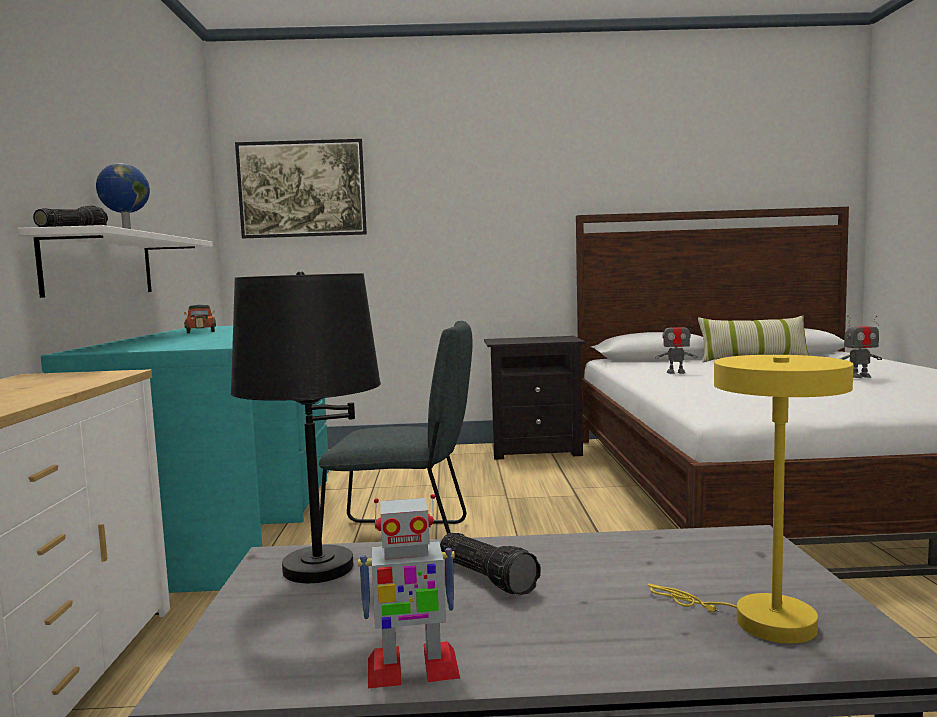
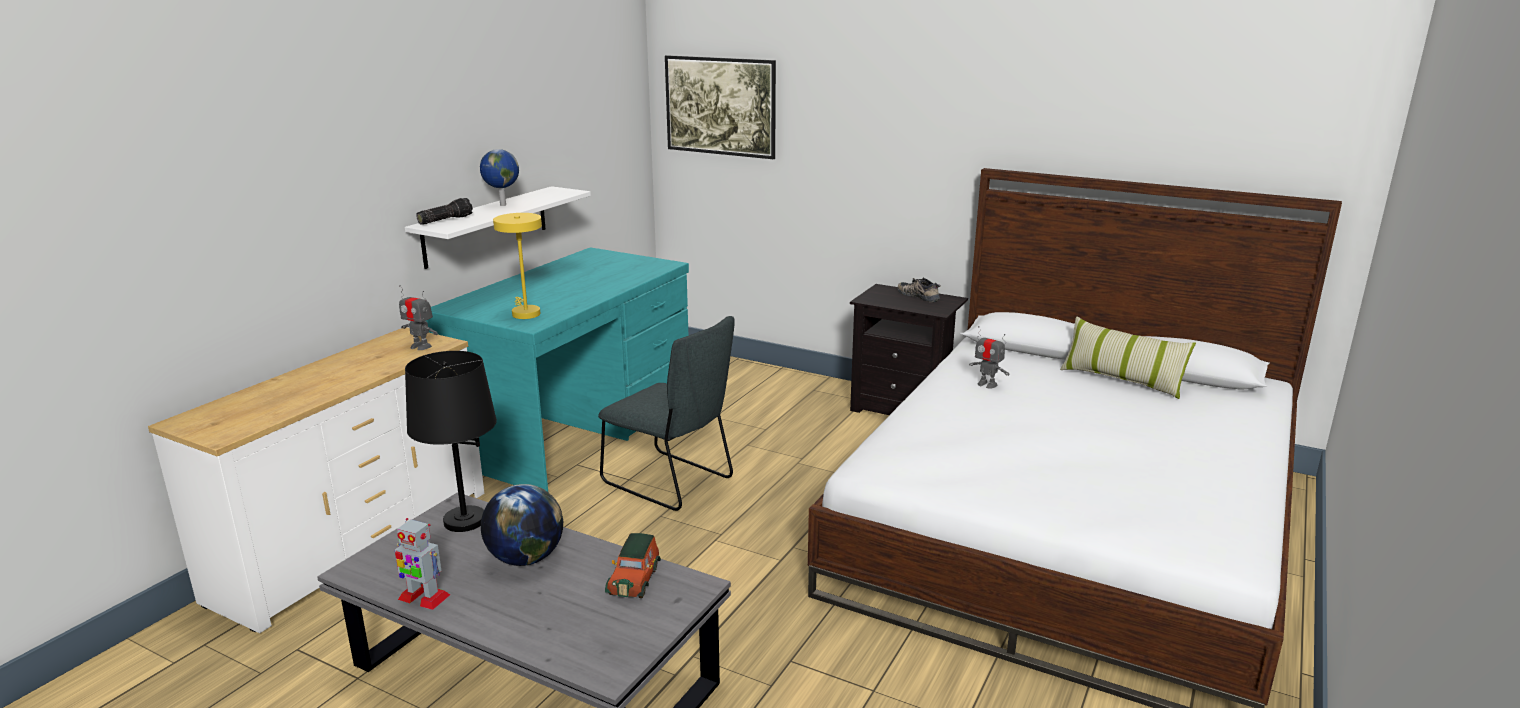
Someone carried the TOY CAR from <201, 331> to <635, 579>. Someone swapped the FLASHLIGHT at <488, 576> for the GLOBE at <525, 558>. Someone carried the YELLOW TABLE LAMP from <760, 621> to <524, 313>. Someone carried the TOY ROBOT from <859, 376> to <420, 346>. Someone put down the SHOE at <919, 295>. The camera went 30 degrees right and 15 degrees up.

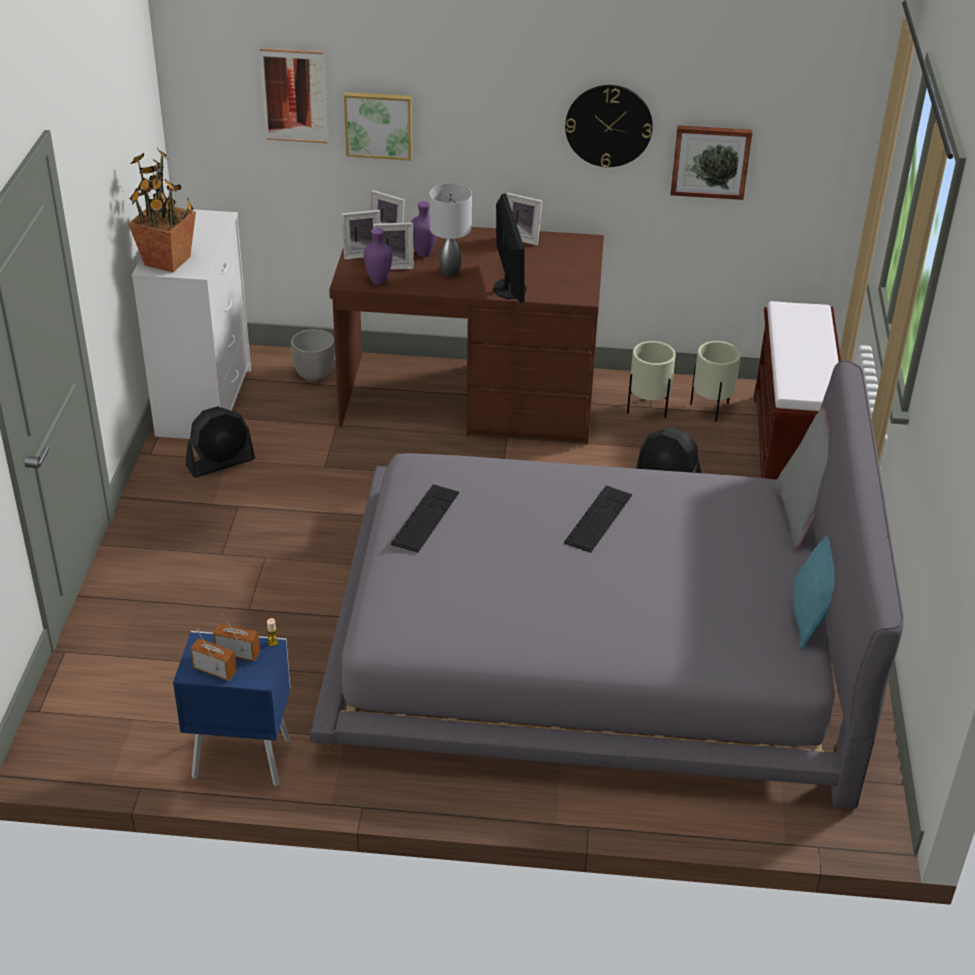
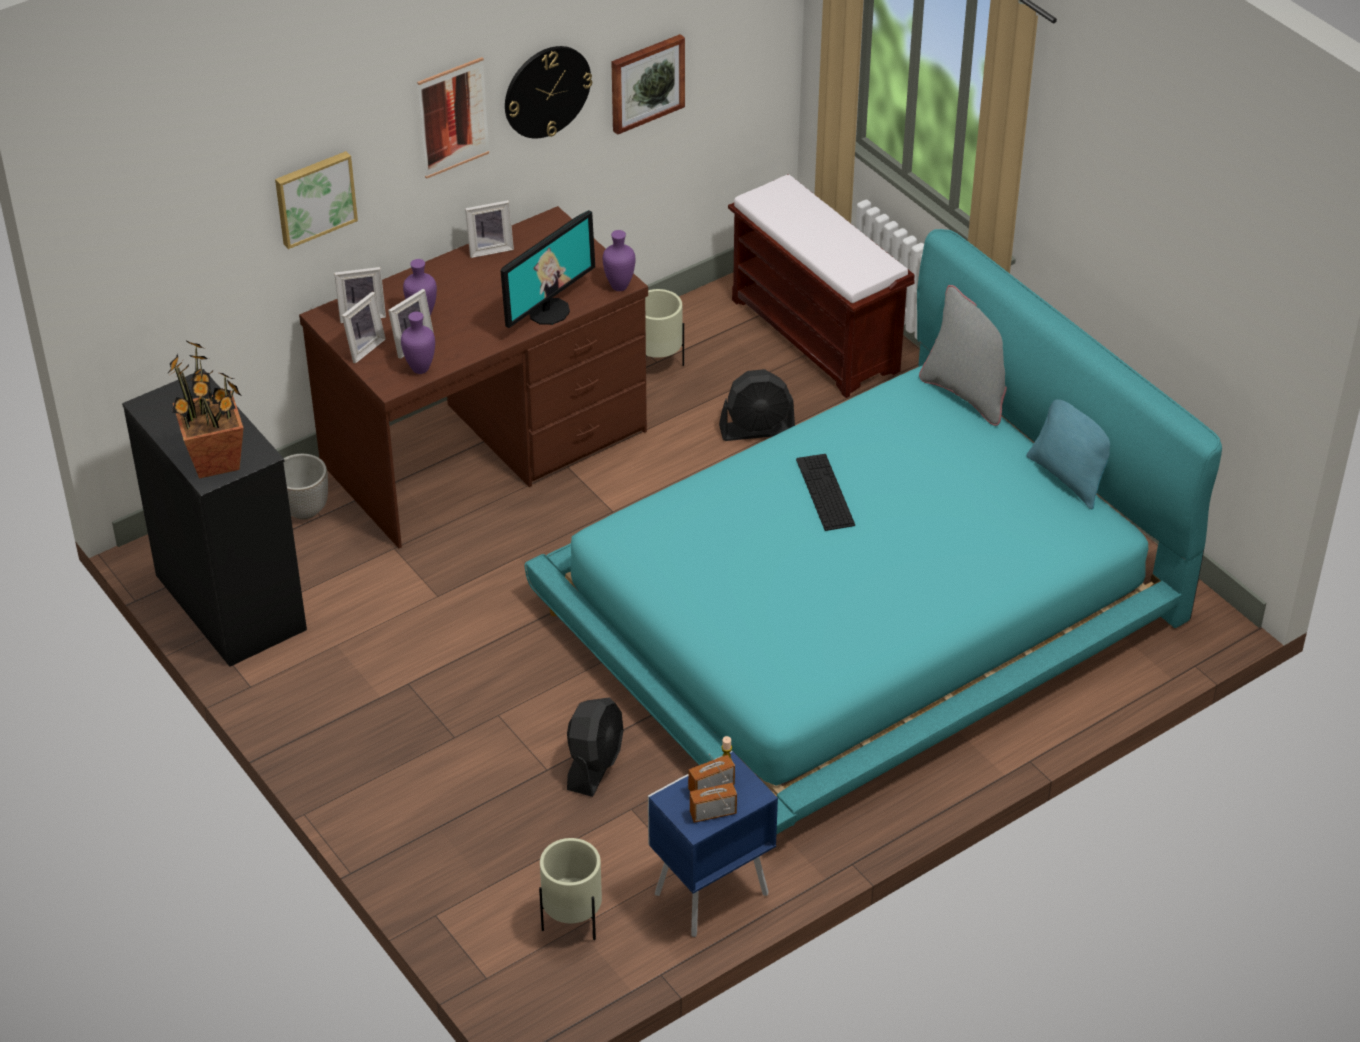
Someone repainted the WHITE DRESSER at <204, 401>, which became the BLACK DRESSER at <229, 601>. Someone carried the BLACK FAN from <221, 463> to <595, 764>. Someone carried the PICTURE from <294, 96> to <453, 117>. Someone repainted the GREY BED at <596, 640>, which became the TURQUOISE BED at <862, 608>. Someone took away the KEYBOARD at <425, 518>. Someone took away the GREY TABLE LAMP at <449, 271>. Someone rotated the MONITOR at <508, 289> by 90 degrees clockwise. Someone carried the BEIGE PLANTER from <711, 410> to <573, 923>. Someone put down the PURPLE VASE at <619, 287>. The camera went 40 degrees left and 5 degrees up.

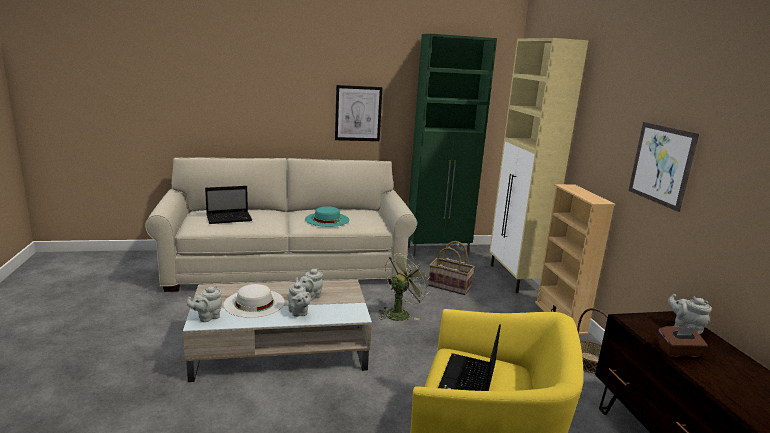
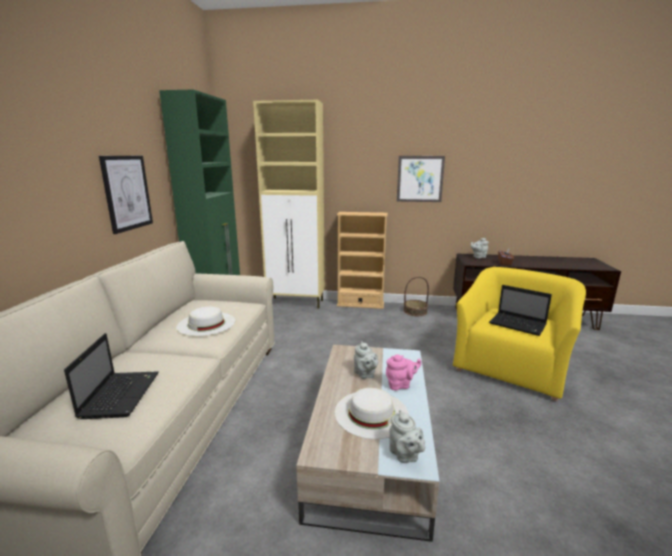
Someone repainted the GREY TEAPOT at <298, 313>, which became the PINK TEAPOT at <400, 385>. Someone repainted the TURQUOISE HAT at <327, 219>, which became the WHITE HAT at <206, 323>. Someone took away the GREEN FAN at <400, 313>. Someone took away the BASKET at <450, 286>. The camera went 70 degrees left and 0 degrees up.

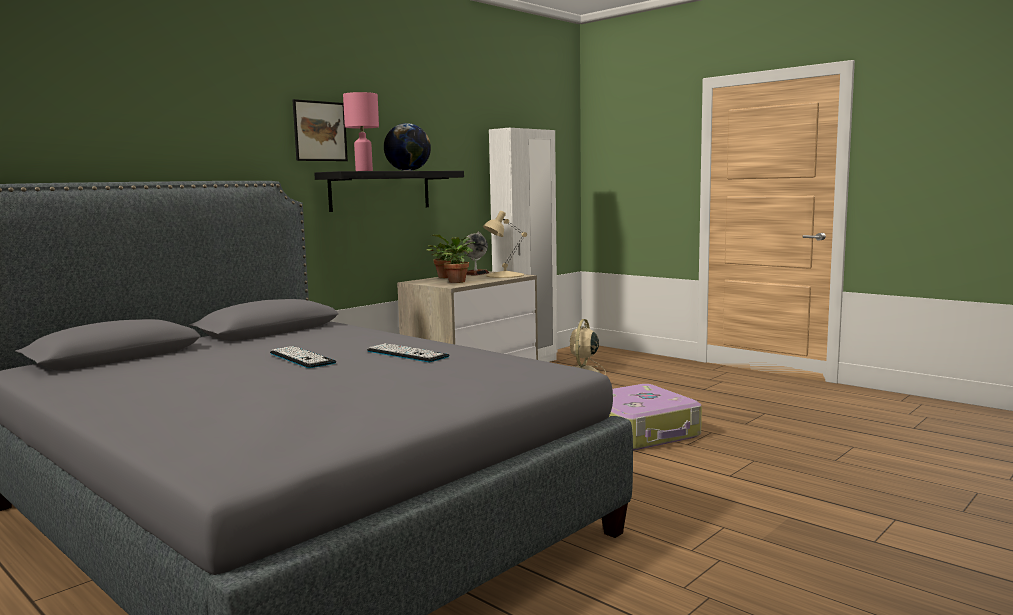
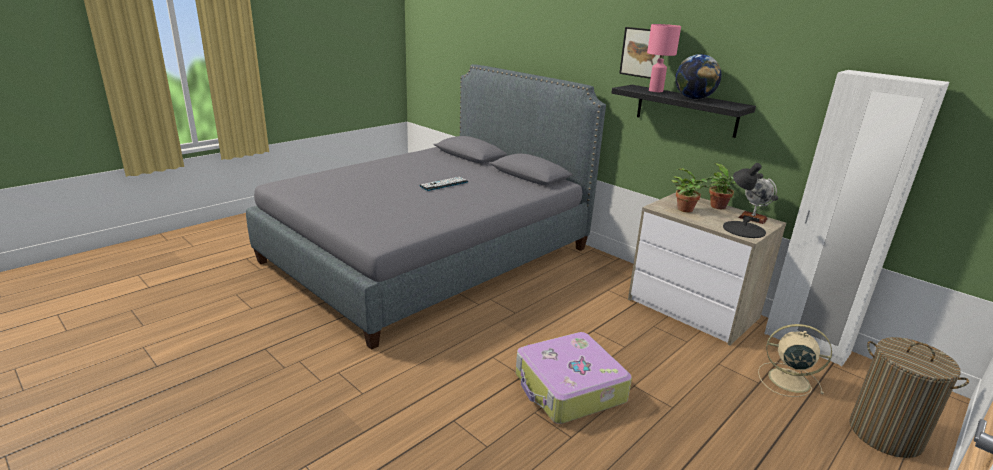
Someone took away the KEYBOARD at <407, 354>. Someone repainted the BEIGE TABLE LAMP at <504, 275>, which became the BLACK TABLE LAMP at <743, 229>. Someone put down the LAUNDRY BASKET at <885, 434>. The camera went 90 degrees right and 15 degrees up.

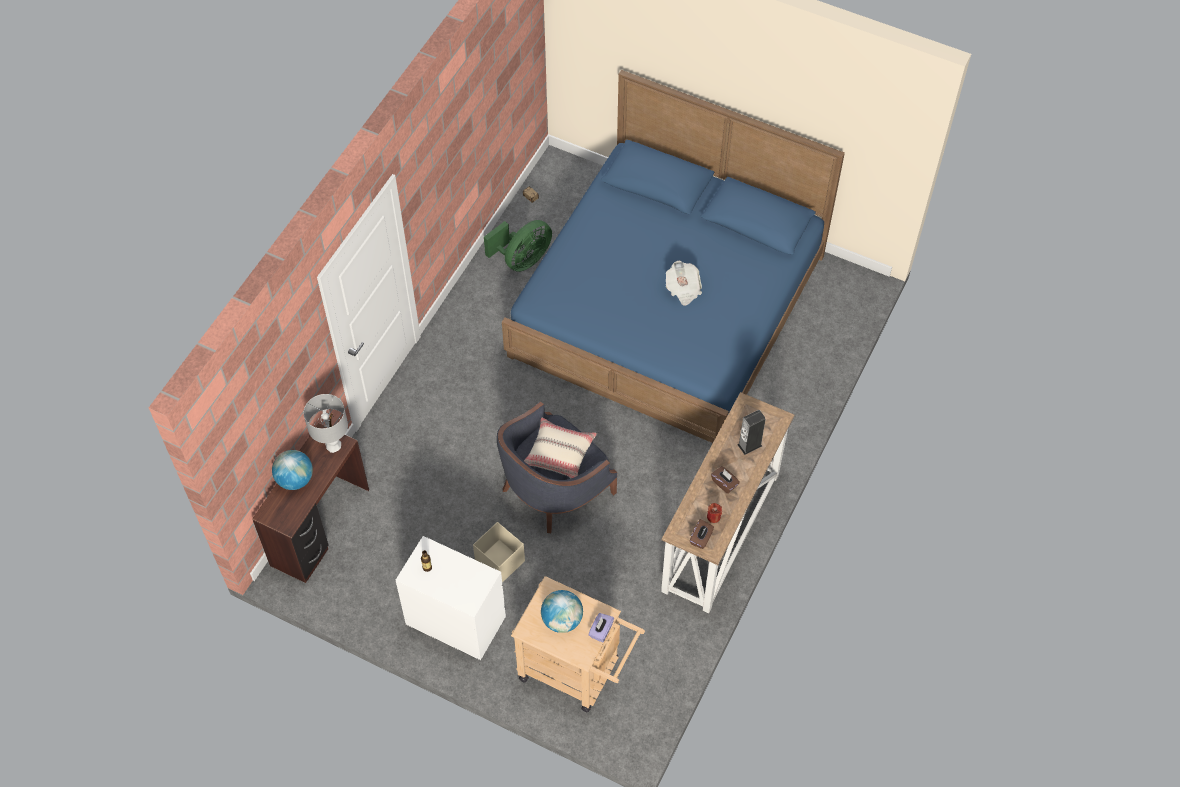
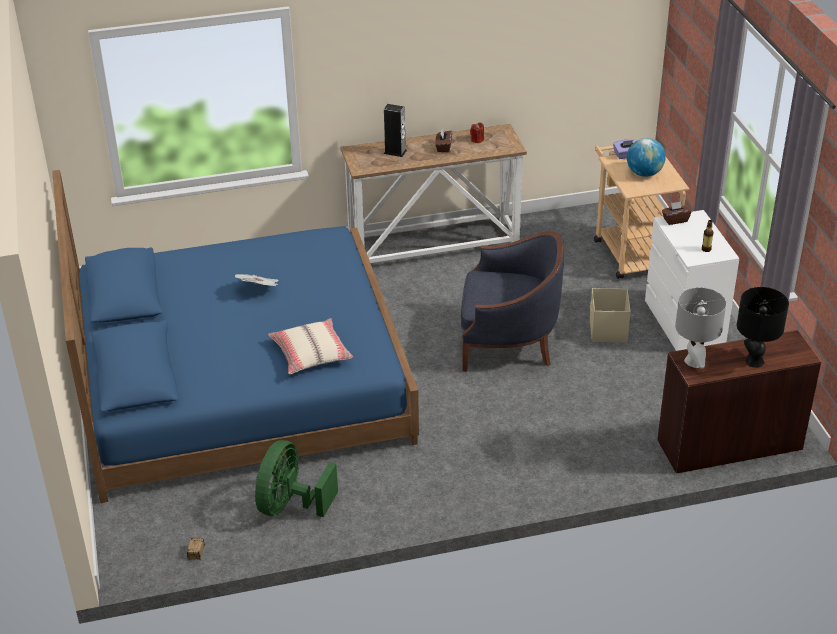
Someone swapped the GLOBE at <295, 479> for the BLACK TABLE LAMP at <754, 361>. Someone rotated the GREEN FAN at <522, 260> by 75 degrees counterclockwise. Someone carried the BEIGE PILLOW from <559, 453> to <310, 353>. Someone carried the BROWN TISSUE BOX from <701, 538> to <675, 220>. The camera went 130 degrees left and 20 degrees down.

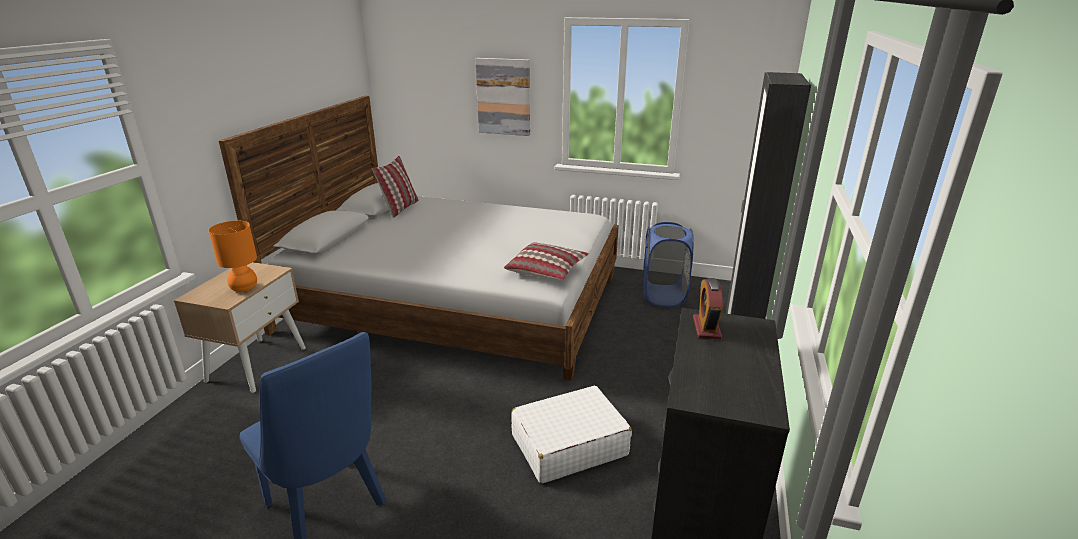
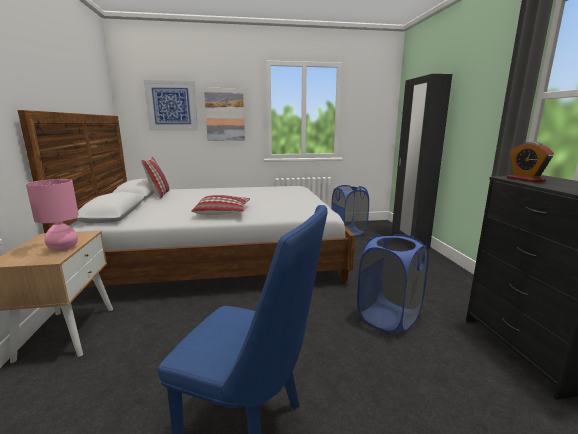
Someone repainted the ORANGE TABLE LAMP at <244, 288>, which became the PINK TABLE LAMP at <63, 248>. Someone carried the PILLOW from <547, 270> to <223, 212>. Someone swapped the WHITE SUITCASE at <568, 445> for the BLUE LAUNDRY BASKET at <389, 317>. Someone put up the PICTURE at <171, 106>. The camera went 25 degrees left and 10 degrees down.

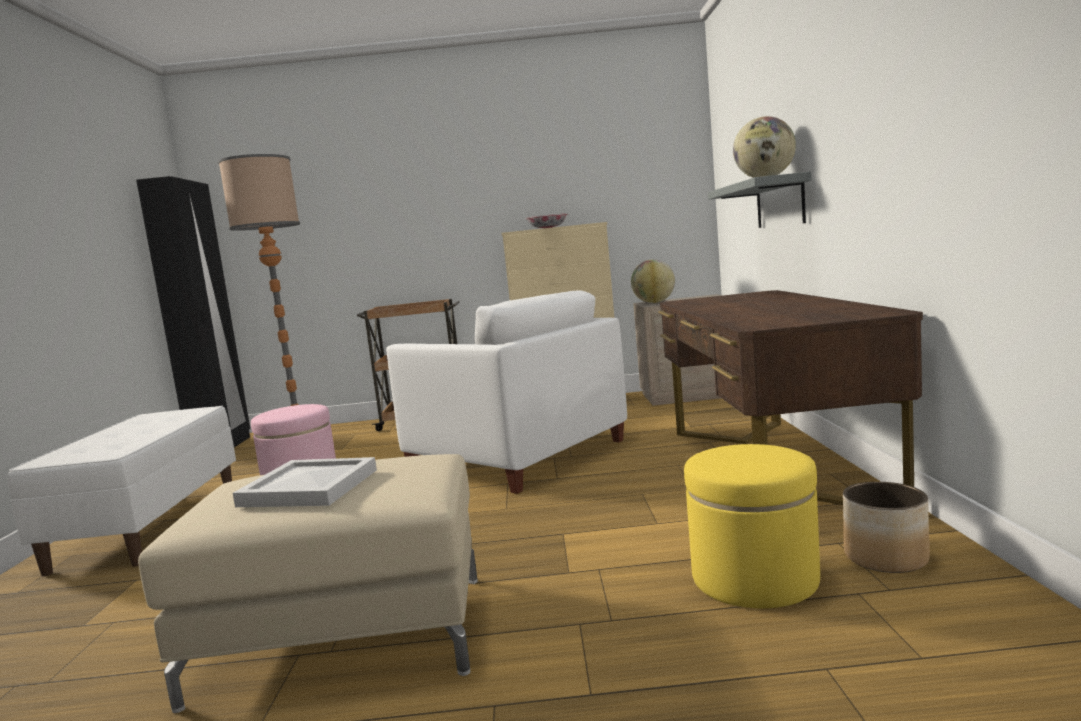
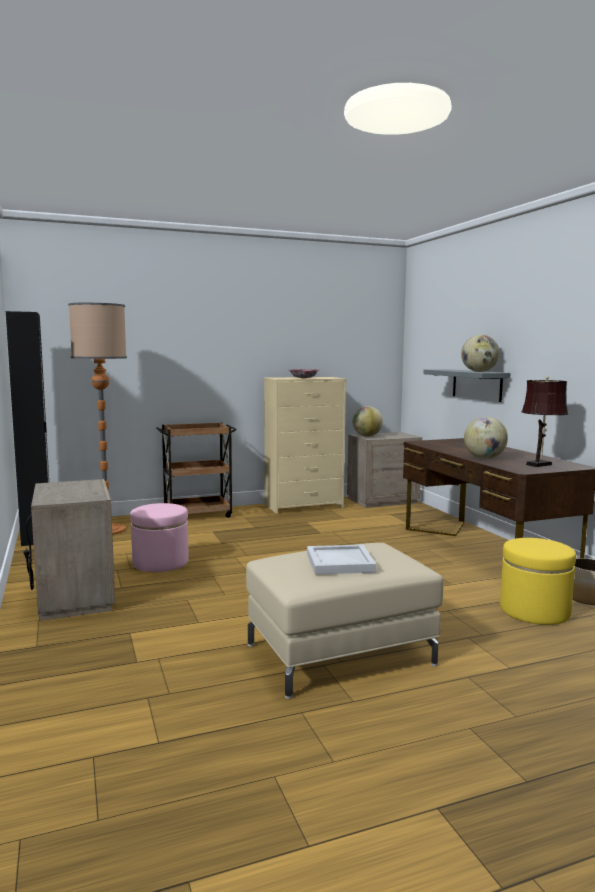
Someone swapped the WHITE BENCH at <149, 526> for the BEIGE NIGHTSTAND at <74, 597>. Someone took away the WHITE ARMCHAIR at <518, 455>. Someone put down the GLOBE at <484, 458>. Someone put down the BROWN TABLE LAMP at <540, 464>. The camera went 20 degrees left and 0 degrees up.

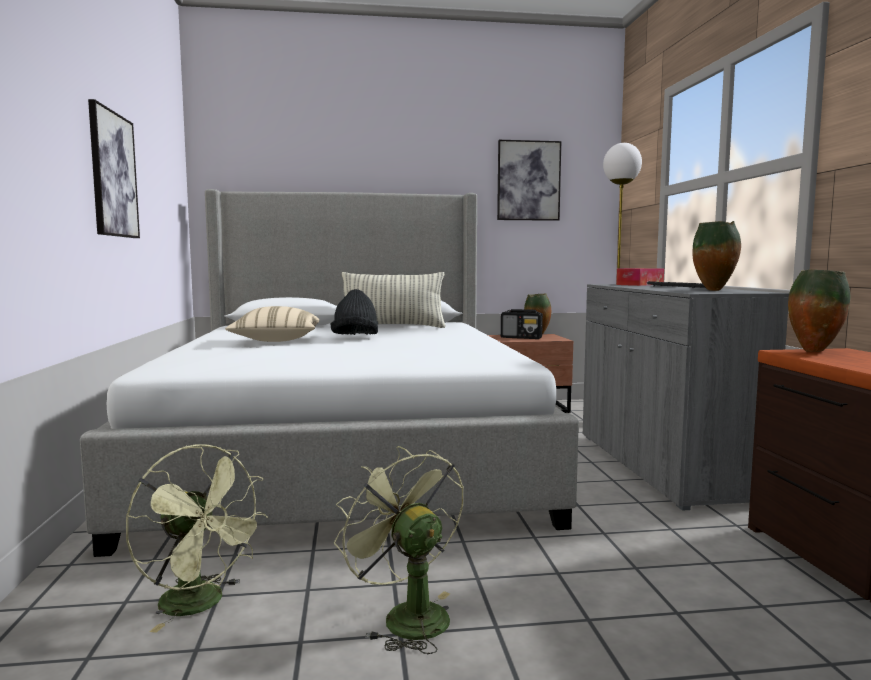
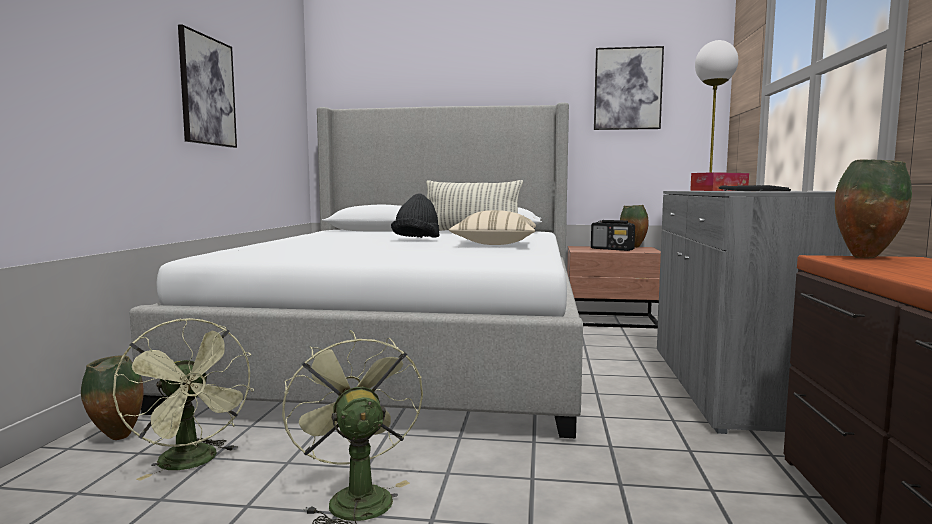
Someone carried the BEIGE PILLOW from <276, 341> to <495, 245>. Someone carried the VASE from <714, 290> to <117, 439>. The camera went 15 degrees right and 0 degrees up.

